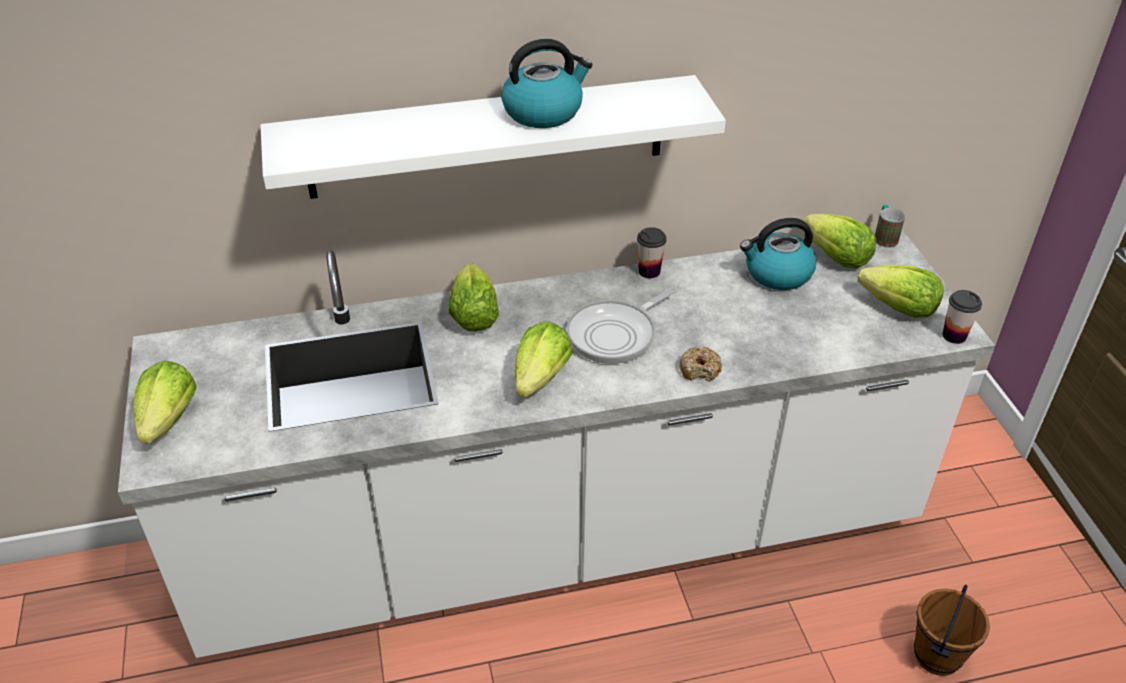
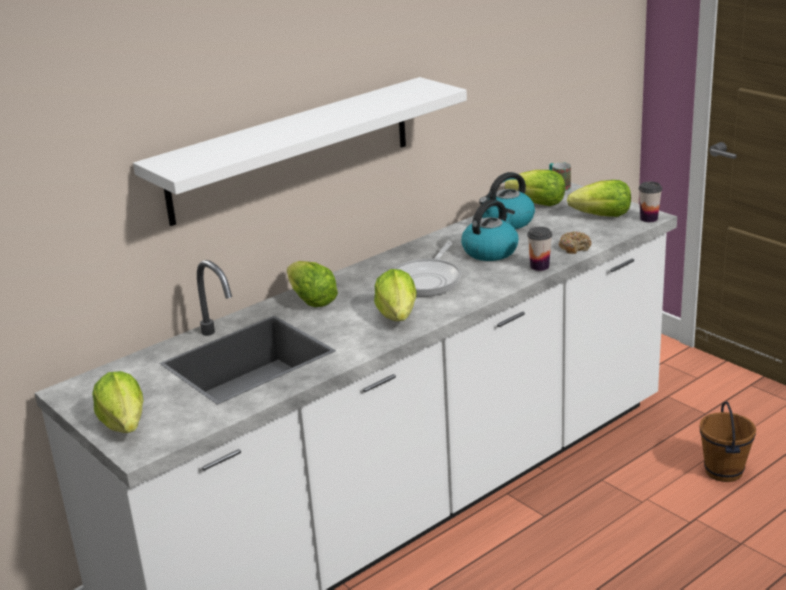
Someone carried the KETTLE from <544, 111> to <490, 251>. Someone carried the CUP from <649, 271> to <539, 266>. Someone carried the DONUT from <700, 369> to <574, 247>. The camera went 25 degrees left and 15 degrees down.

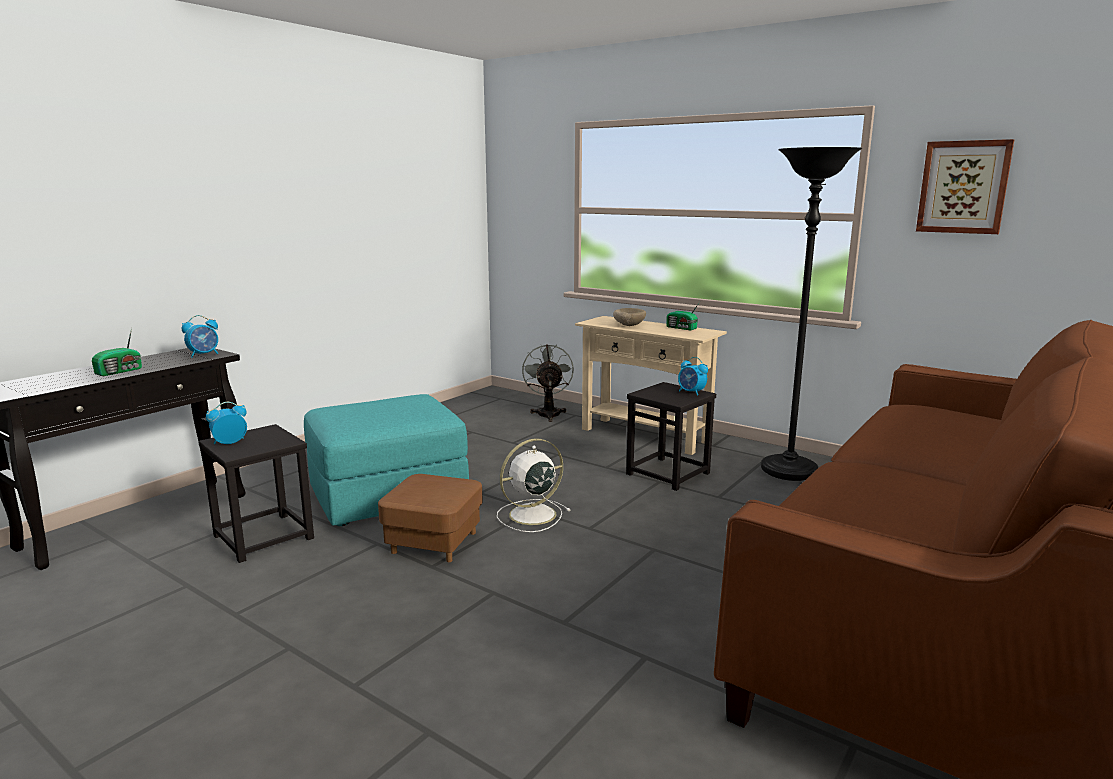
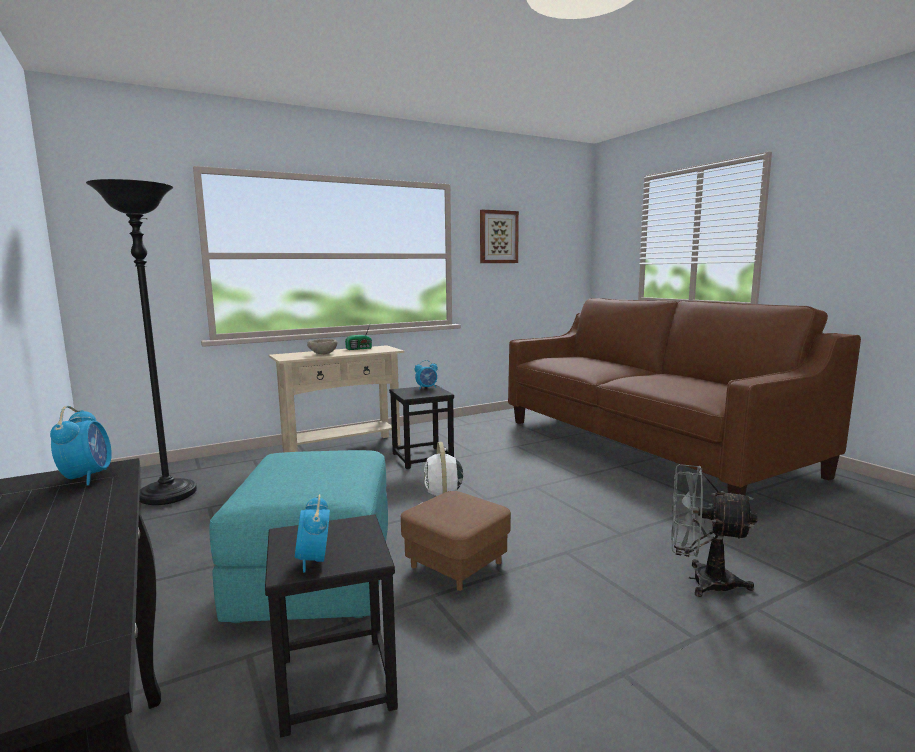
Someone took away the RADIO at <120, 371>. Someone carried the GREY FAN from <548, 413> to <701, 580>. Someone carried the BLACK FLOOR LAMP from <789, 471> to <168, 495>. The camera went 65 degrees left and 5 degrees down.

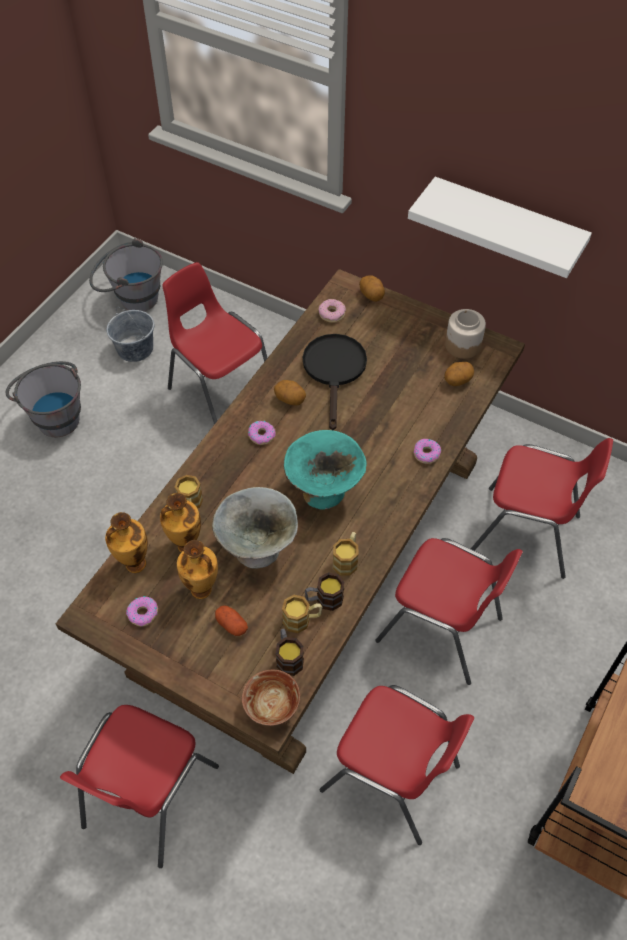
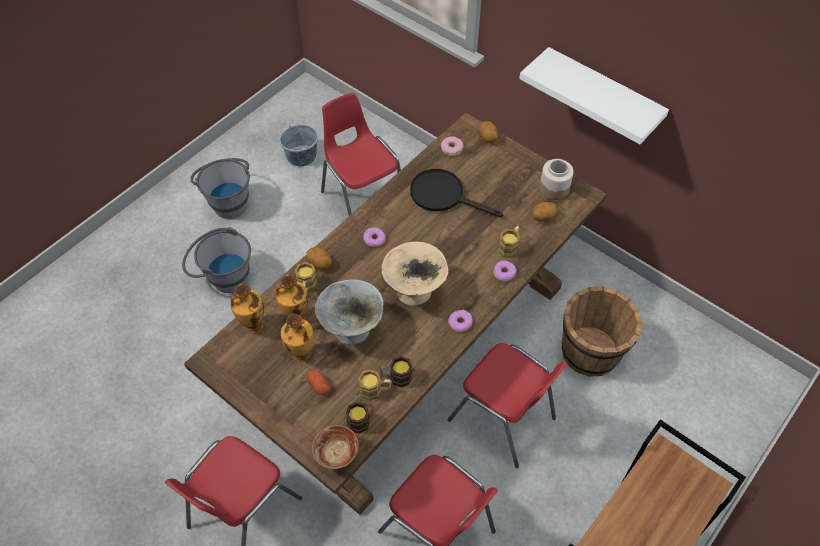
Someone carried the GREY BUCKET from <131, 298> to <222, 277>. Someone carried the DONUT from <143, 613> to <460, 322>. Someone carried the POTATO from <290, 400> to <320, 264>. Someone repainted the TURQUOISE BOWL at <324, 492>, which became the BEIGE BOWL at <414, 292>. Someone rotated the BLACK FRYING PAN at <334, 371> by 75 degrees counterclockwise. Someone carried the MUG from <347, 559> to <509, 247>. Someone swapped the RED CHAIR at <526, 534> for the BROWN BUCKET at <591, 352>. The camera went 10 degrees right and 0 degrees up.

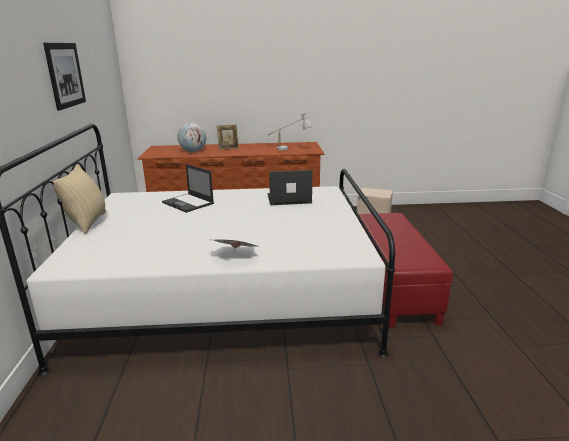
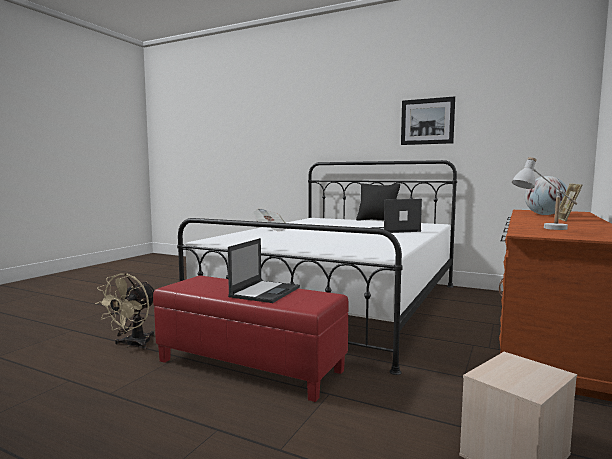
Someone repainted the BEIGE PILLOW at <87, 223>, which became the BLACK PILLOW at <377, 221>. Someone carried the LAPTOP from <288, 199> to <265, 292>. Someone put down the BEIGE FAN at <132, 345>. The camera went 120 degrees right and 15 degrees down.

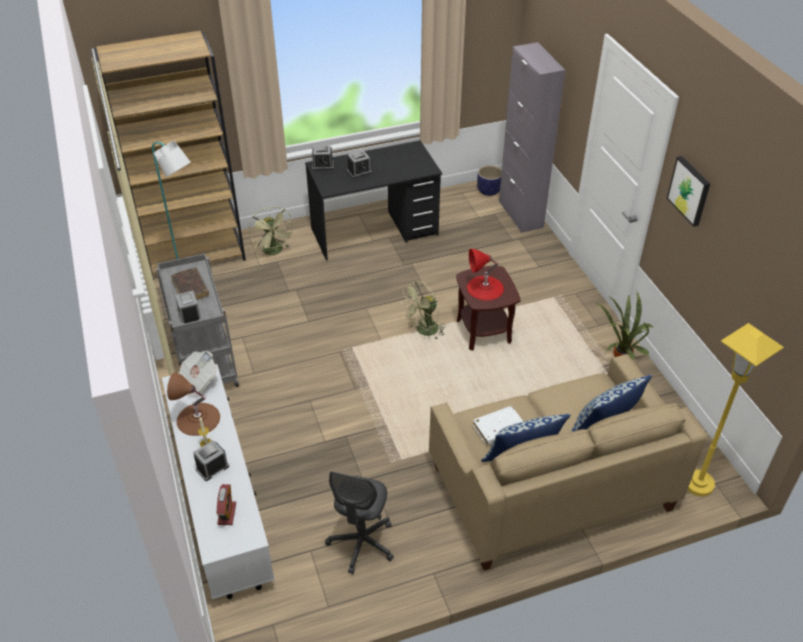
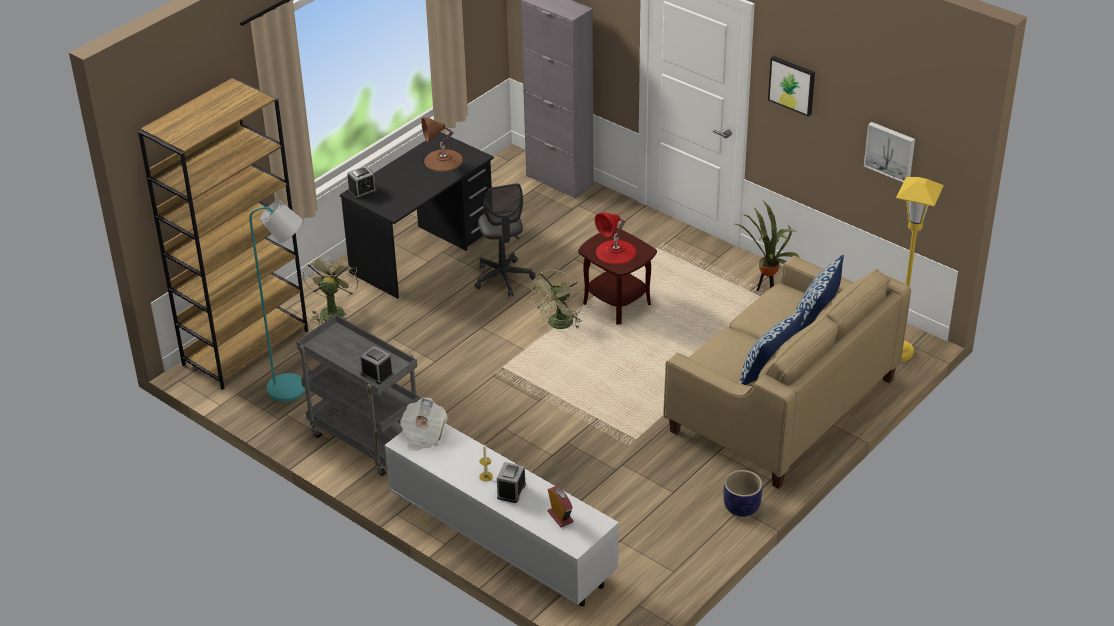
Someone carried the BROWN TABLE LAMP from <198, 419> to <443, 160>. Someone took away the BROWN BOOK at <190, 289>. Someone rotated the GREEN FAN at <275, 251> by 120 degrees counterclockwise. Someone carried the GREY OFFICE CHAIR from <362, 543> to <503, 278>. Someone took away the ALARM CLOCK at <359, 172>. Someone took away the WHITE BOOK at <498, 429>. Someone carried the PLANTER from <488, 191> to <741, 508>. Someone put up the PICTURE at <890, 151>. The camera went 30 degrees left and 5 degrees down.

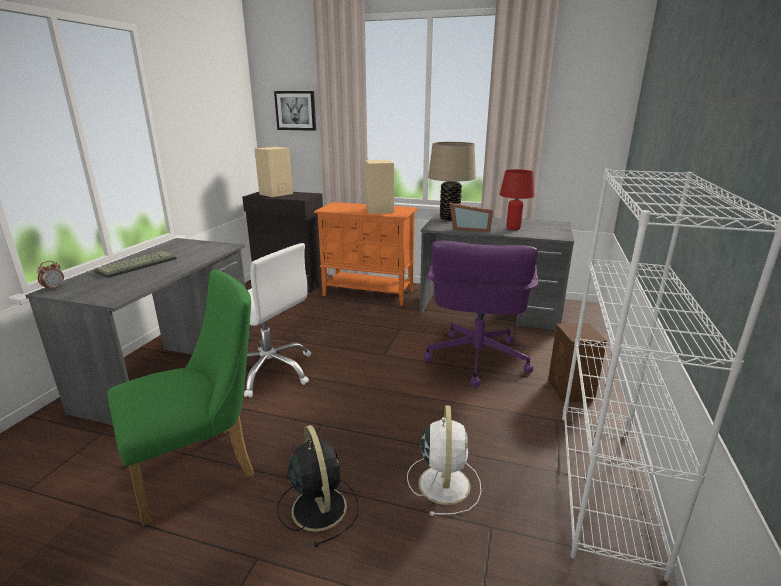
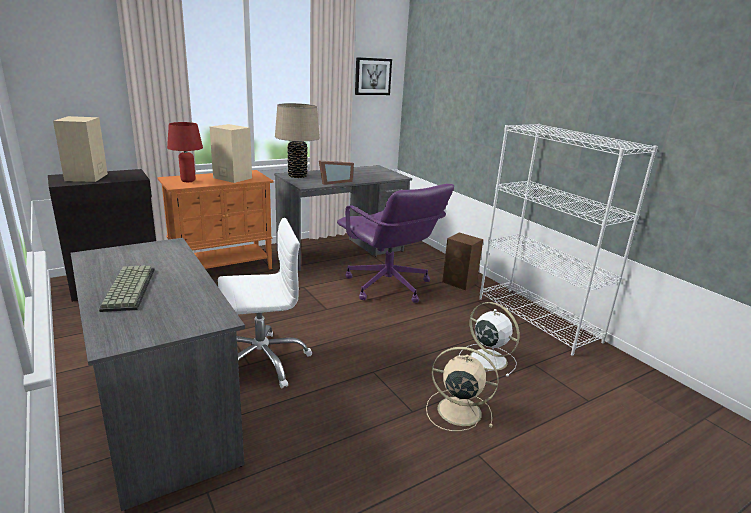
Someone took away the ALARM CLOCK at <54, 288>. Someone took away the GREEN CHAIR at <202, 467>. Someone carried the PICTURE from <296, 110> to <372, 76>. Someone repainted the BLACK FAN at <318, 506>, which became the BEIGE FAN at <457, 410>. Someone carried the RED TABLE LAMP from <512, 229> to <187, 181>. The camera went 50 degrees left and 0 degrees up.

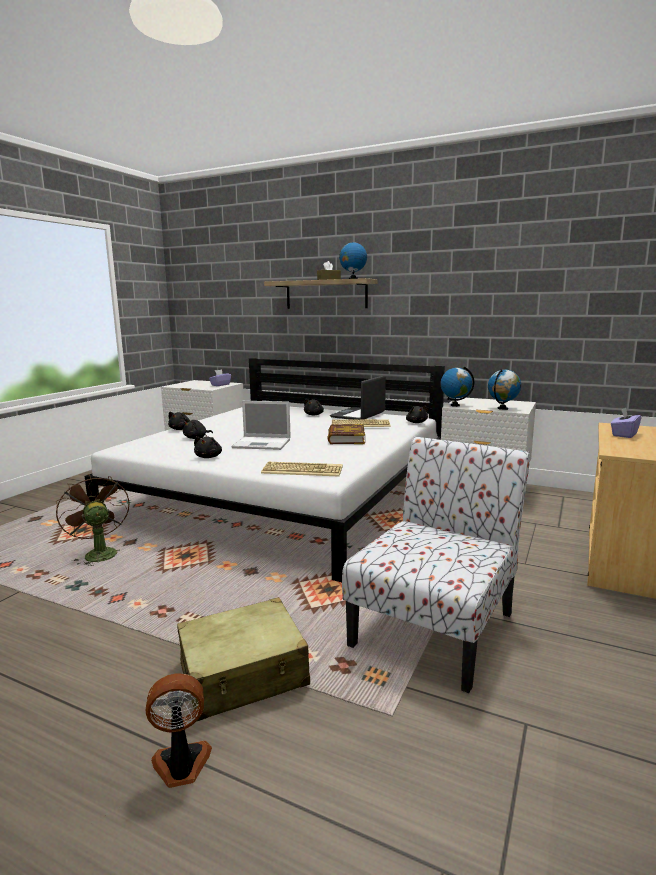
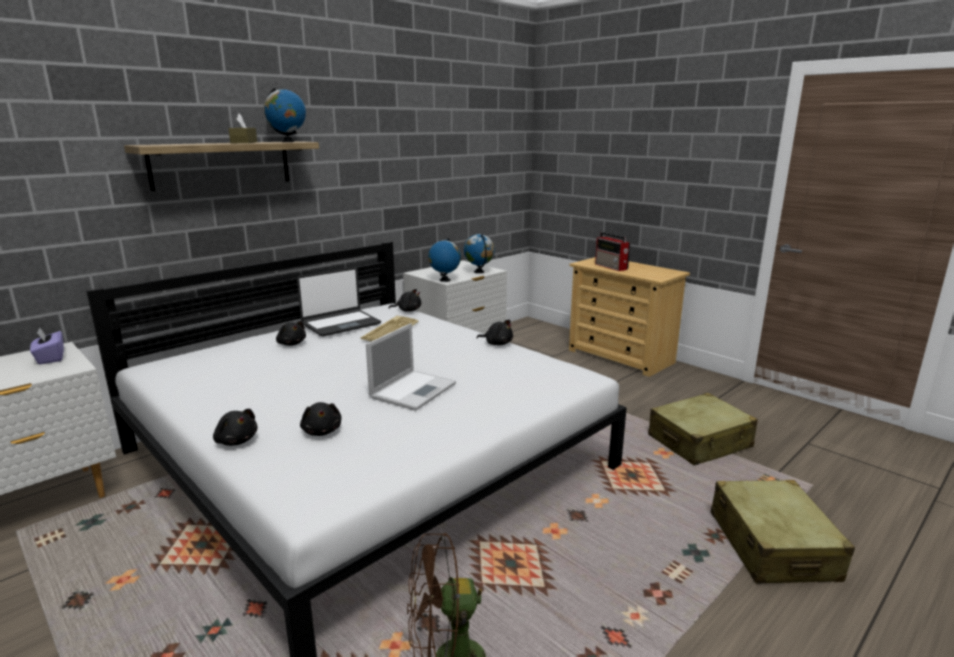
Someone took away the FAN at <181, 766>. Someone carried the BLACK PLUSH TOY from <209, 457> to <497, 343>. Someone took away the KEYBOARD at <303, 470>. Someone took away the BOOK at <346, 438>. Someone rotated the LAPTOP at <358, 415> by 90 degrees counterclockwise. Someone swapped the CHAIR at <435, 627> for the BEIGE SUITCASE at <699, 442>. Someone swapped the PURPLE TISSUE BOX at <624, 434> for the RADIO at <611, 267>. The camera went 70 degrees left and 5 degrees up.

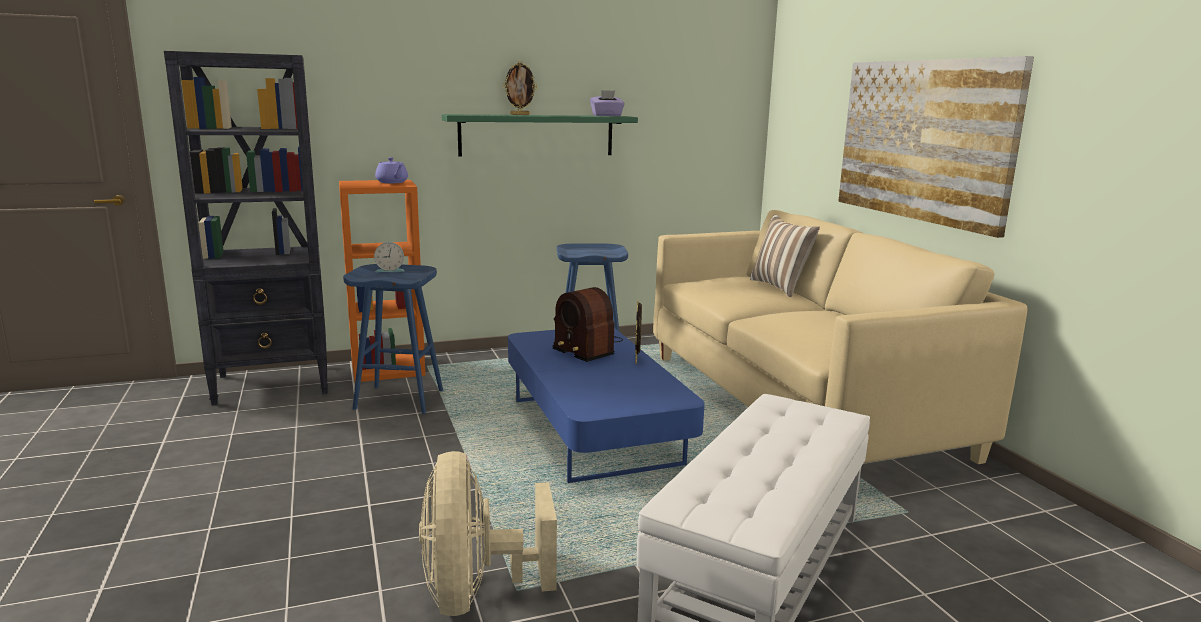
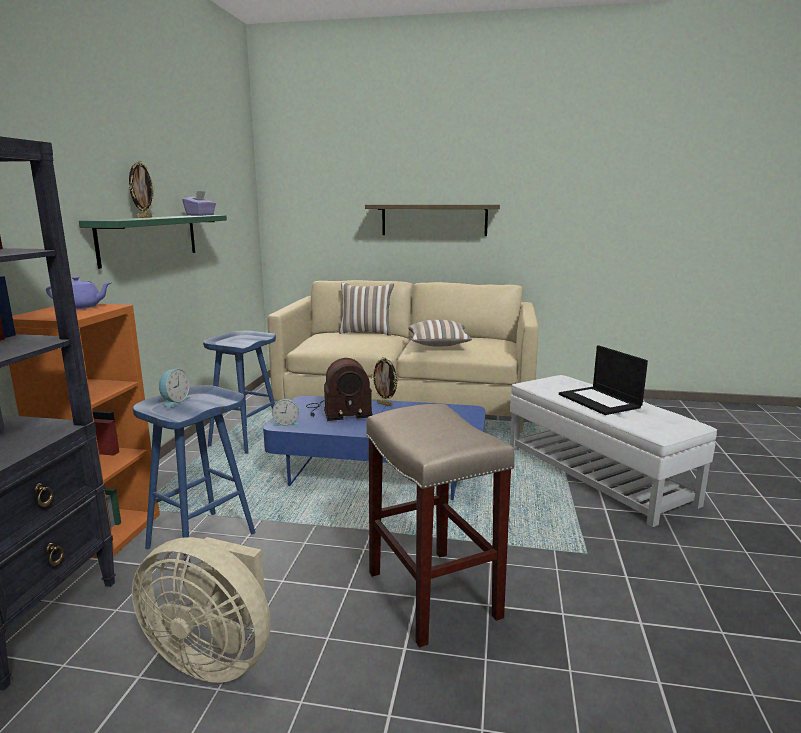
Someone carried the BEIGE FAN from <476, 594> to <215, 656>. Someone swapped the PICTURE at <923, 140> for the SHELF at <434, 220>. Someone put down the ALARM CLOCK at <286, 423>. Someone put down the BEIGE STOOL at <431, 593>. Someone put down the PILLOW at <438, 345>. Someone put down the LAPTOP at <600, 401>. The camera went 60 degrees left and 0 degrees up.

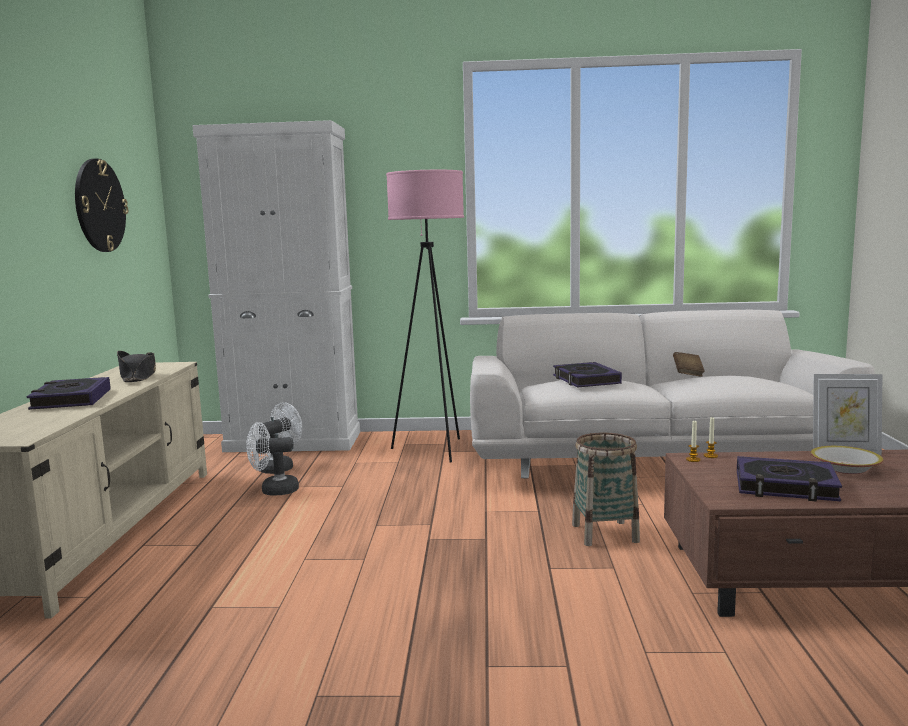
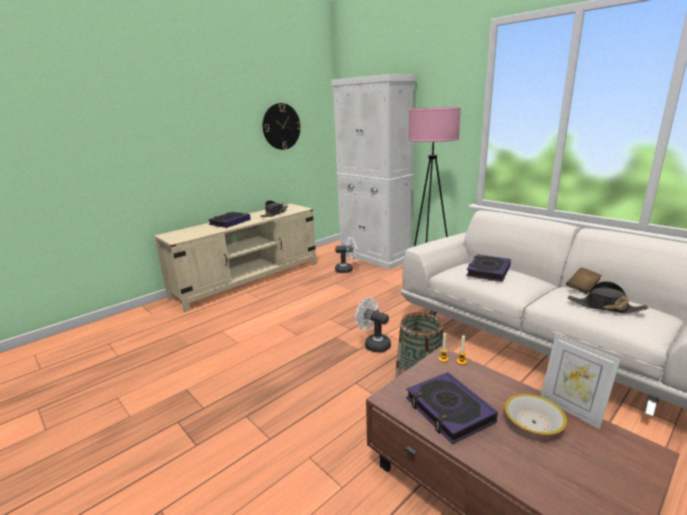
Someone carried the WHITE FAN from <273, 490> to <373, 344>. Someone put down the BLACK HAT at <605, 307>. The camera went 45 degrees right and 10 degrees up.

